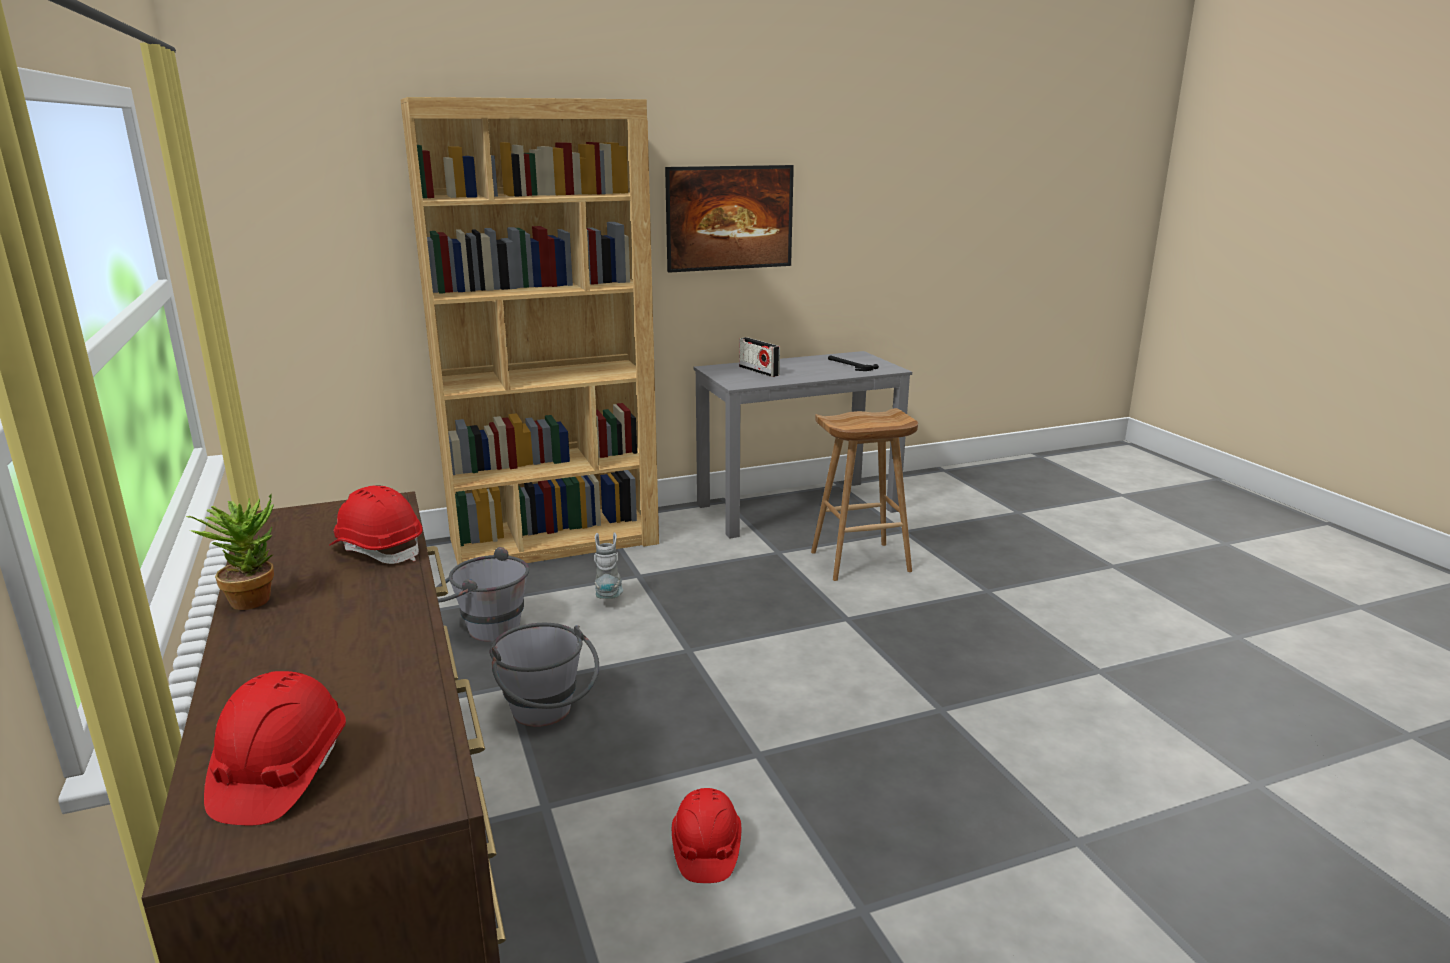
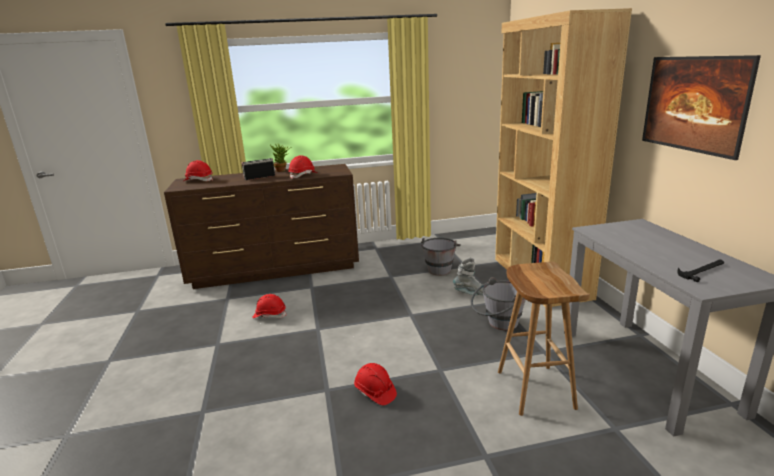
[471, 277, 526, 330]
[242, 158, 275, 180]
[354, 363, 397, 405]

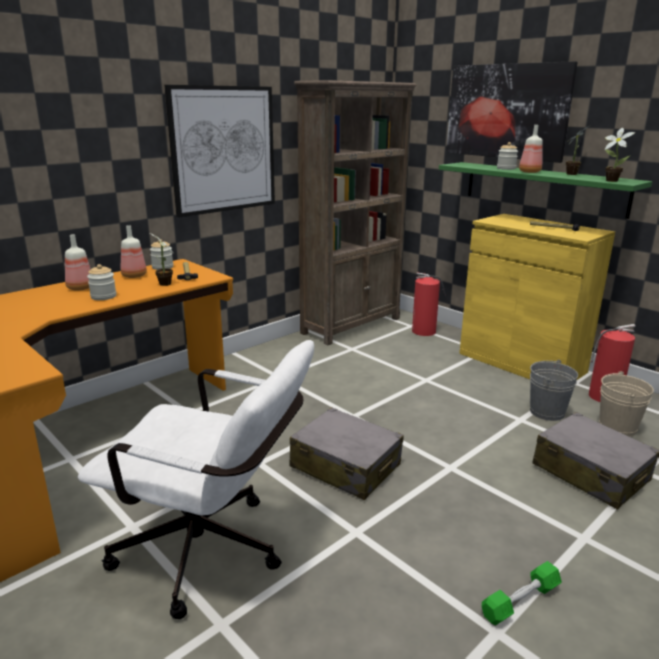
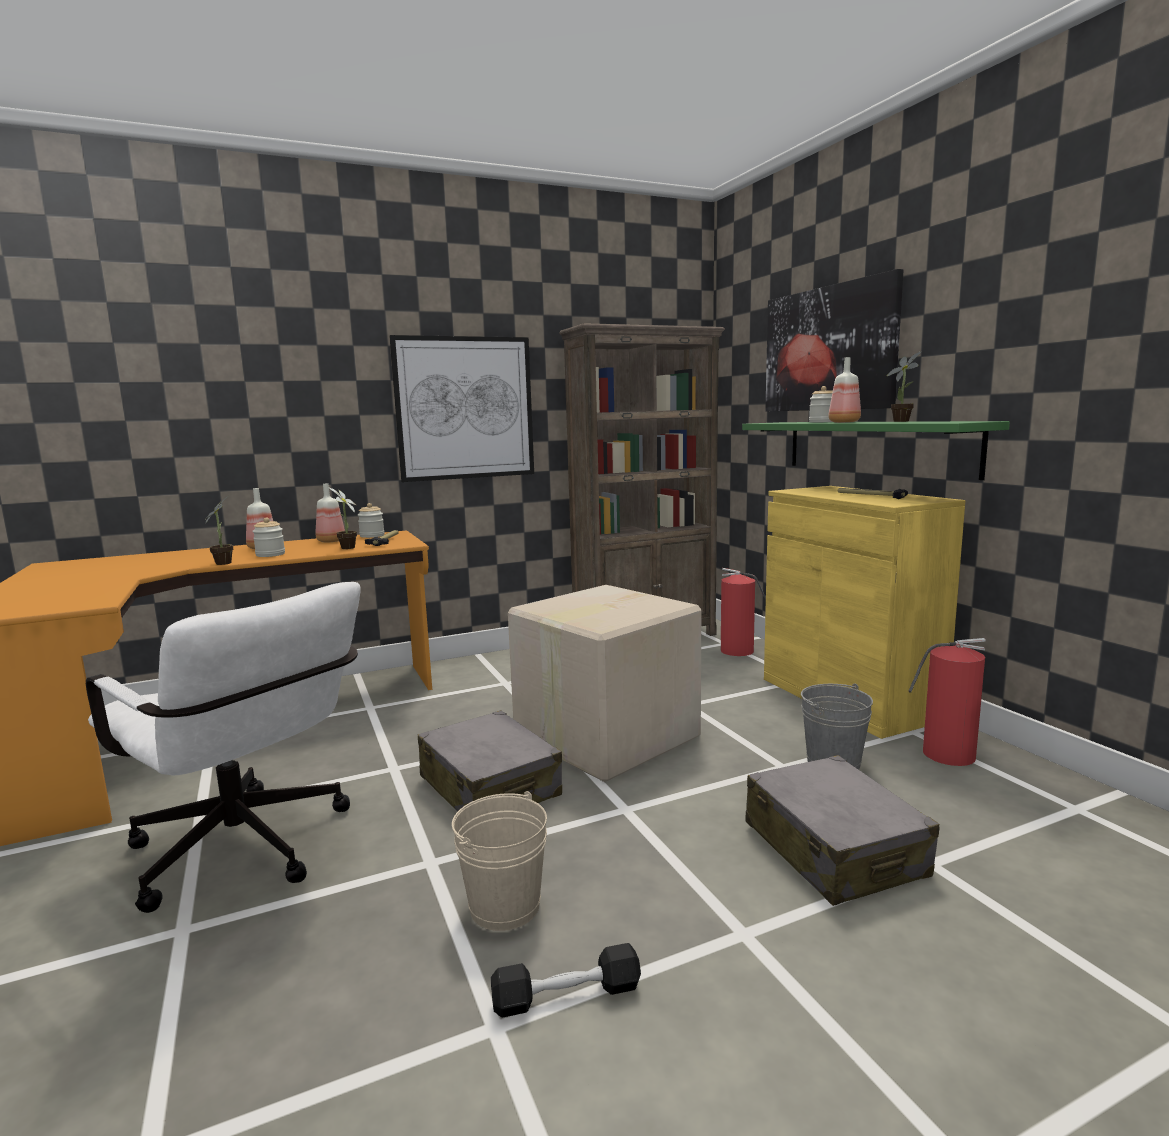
[491, 943, 641, 1018]
[452, 791, 547, 931]
[204, 495, 234, 565]
[508, 585, 701, 782]

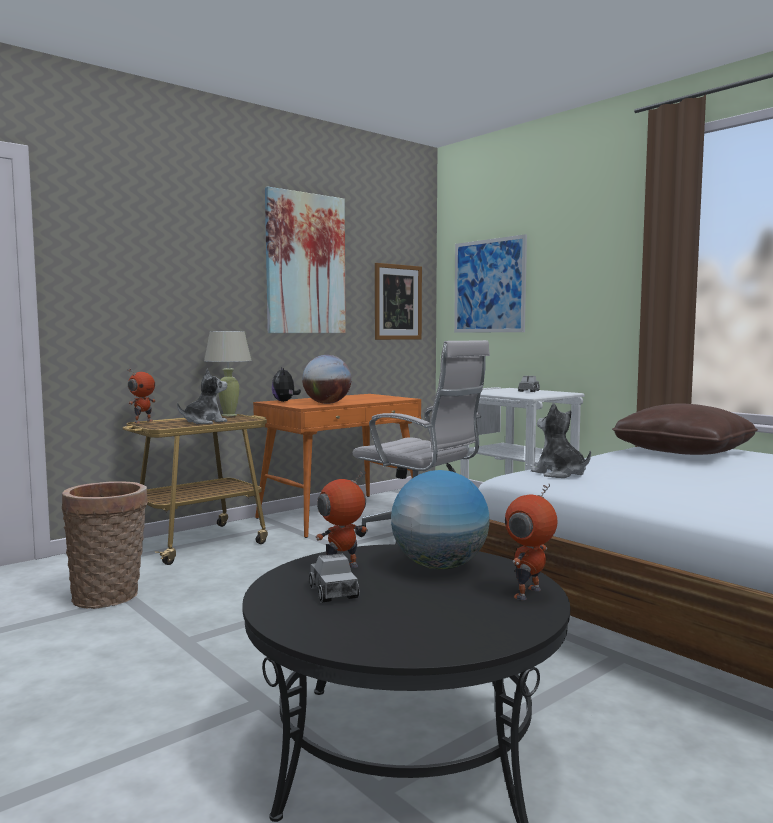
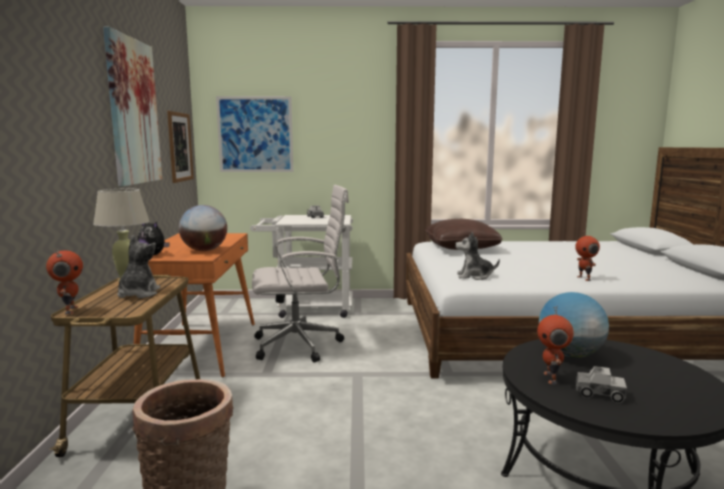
[575, 231, 600, 281]

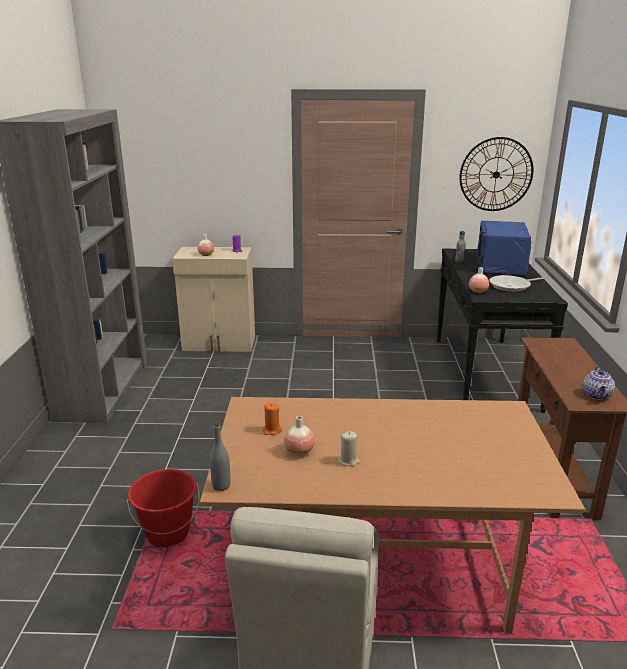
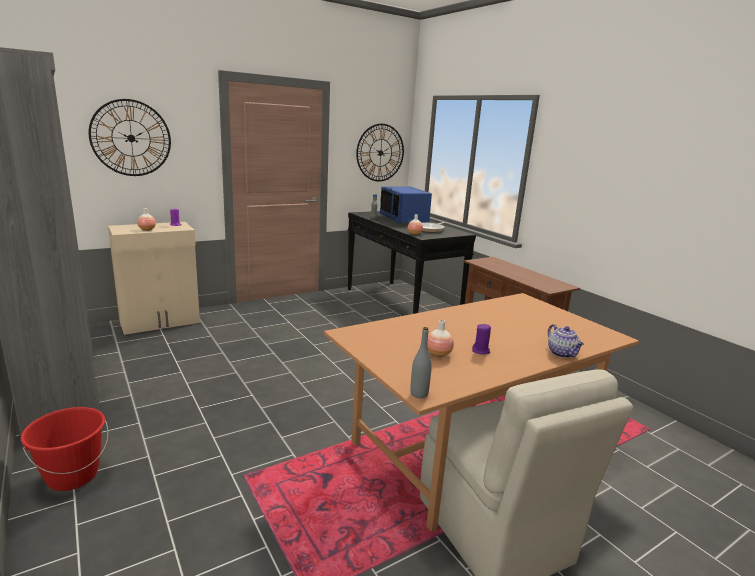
[21, 407, 108, 491]
[263, 402, 282, 435] (first image)
[472, 324, 491, 354]
[548, 324, 584, 358]
[89, 99, 171, 176]

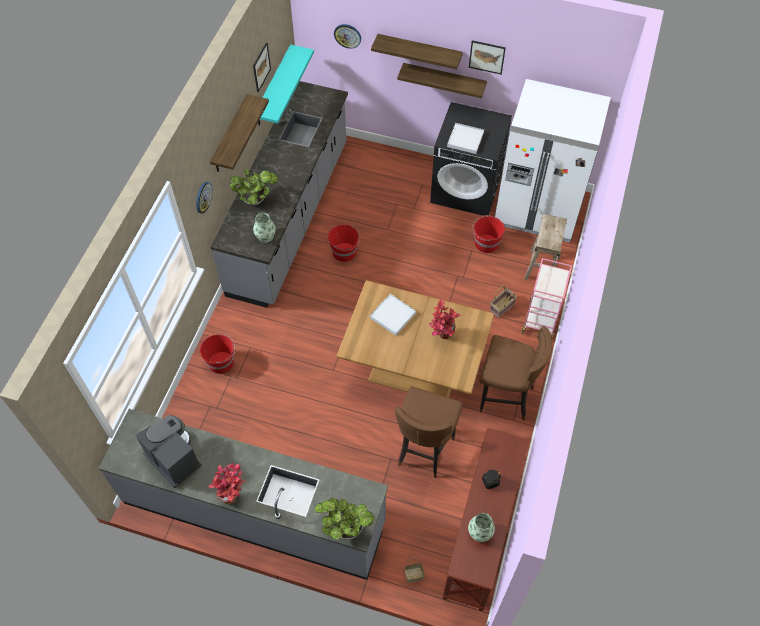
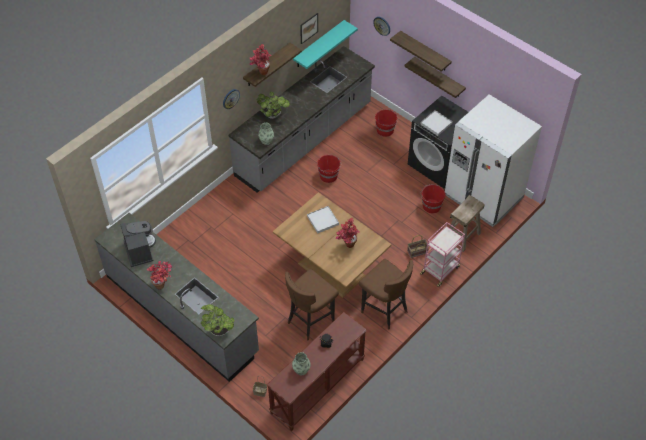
[375, 109, 398, 137]
[469, 40, 506, 74] (first image)
[249, 44, 272, 75]

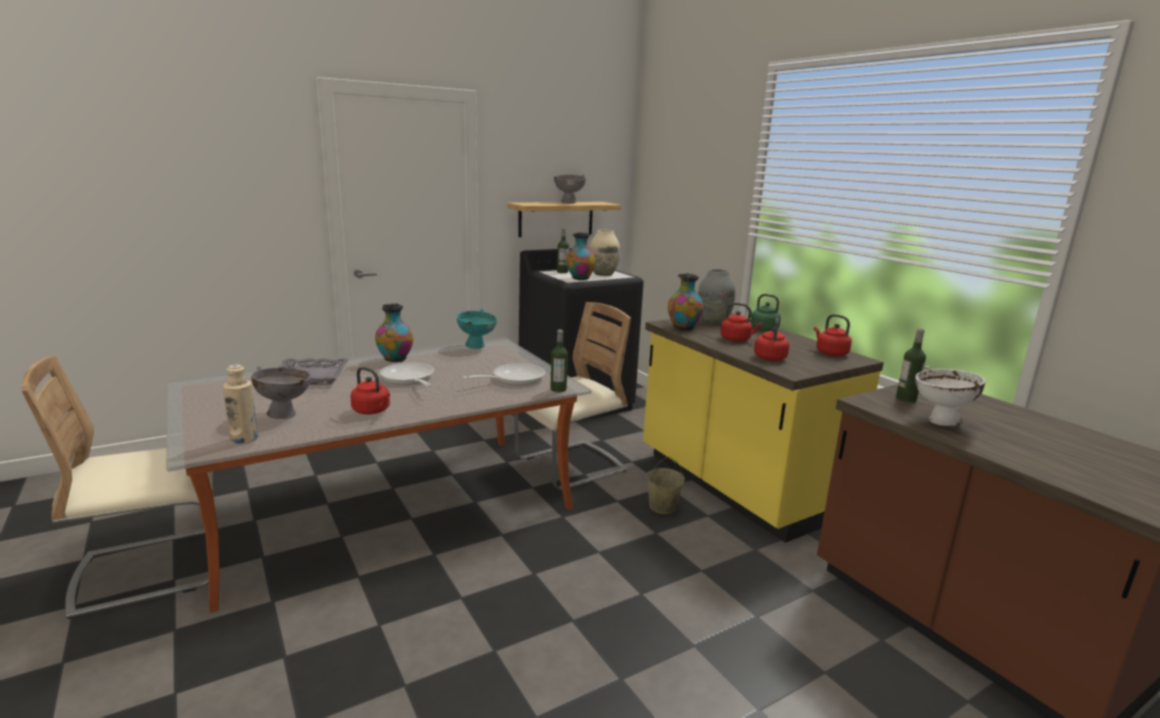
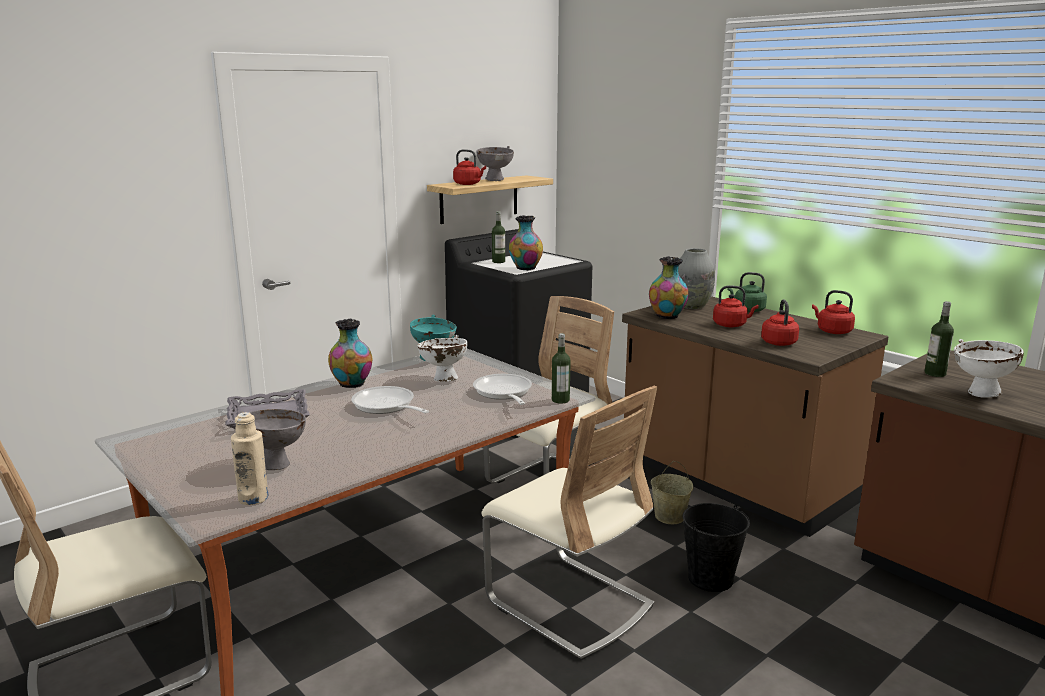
[453, 149, 486, 185]
[473, 374, 532, 405]
[590, 230, 620, 276] (first image)
[622, 296, 889, 537]
[417, 335, 467, 382]
[481, 386, 657, 660]
[683, 503, 750, 592]

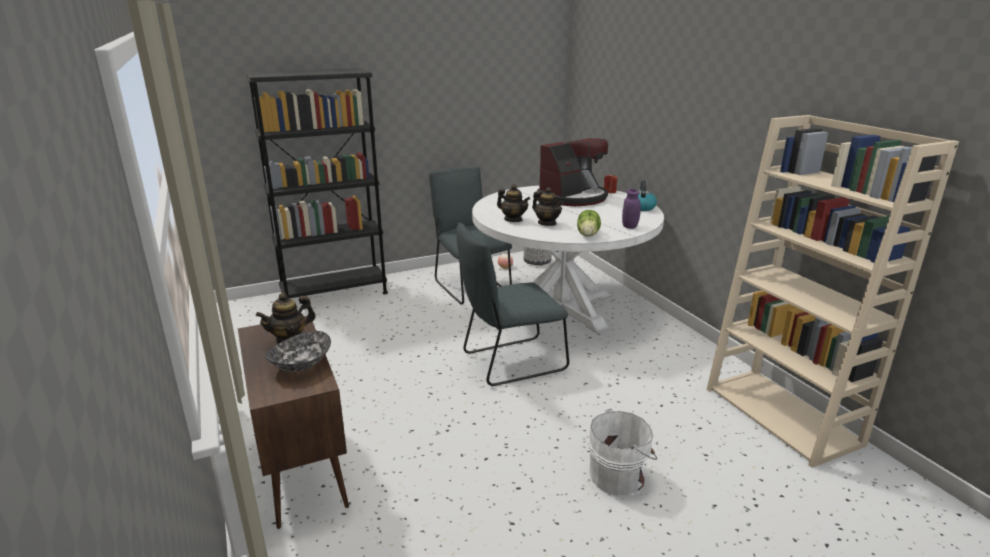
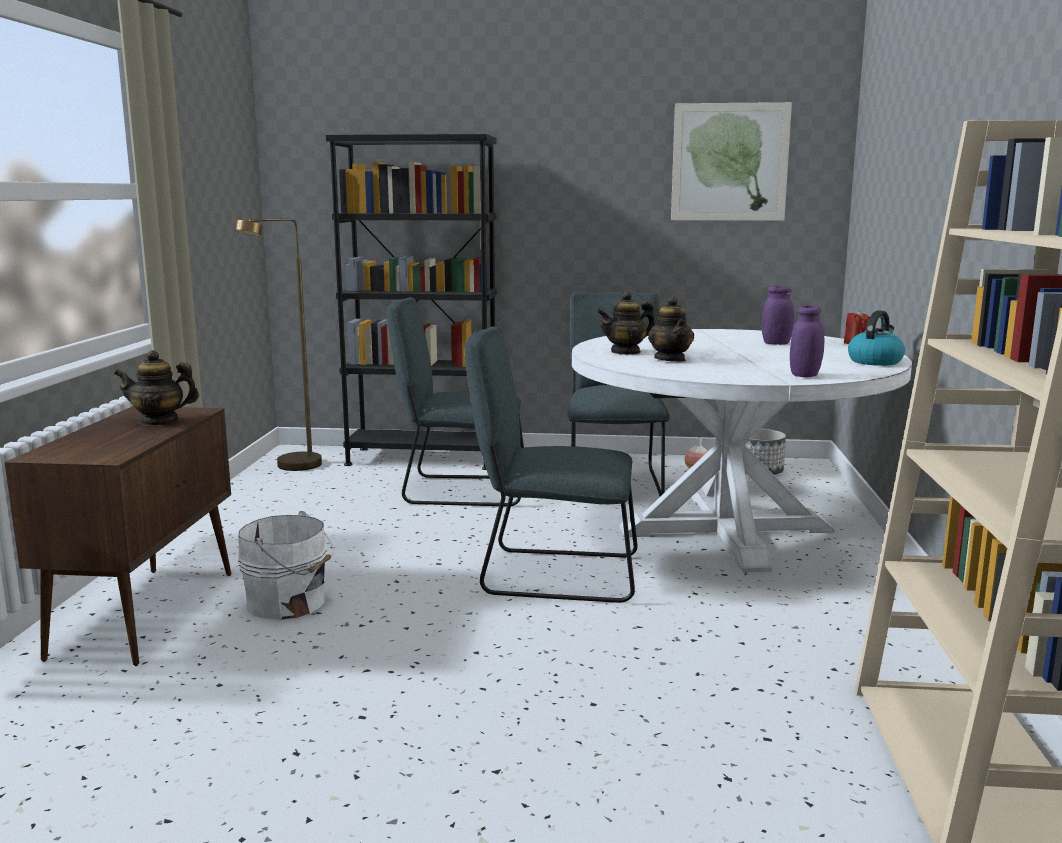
[265, 331, 331, 372] (first image)
[597, 292, 655, 355]
[762, 286, 794, 345]
[577, 210, 601, 237] (first image)
[238, 511, 335, 619]
[235, 218, 322, 471]
[387, 297, 524, 506]
[671, 102, 792, 221]

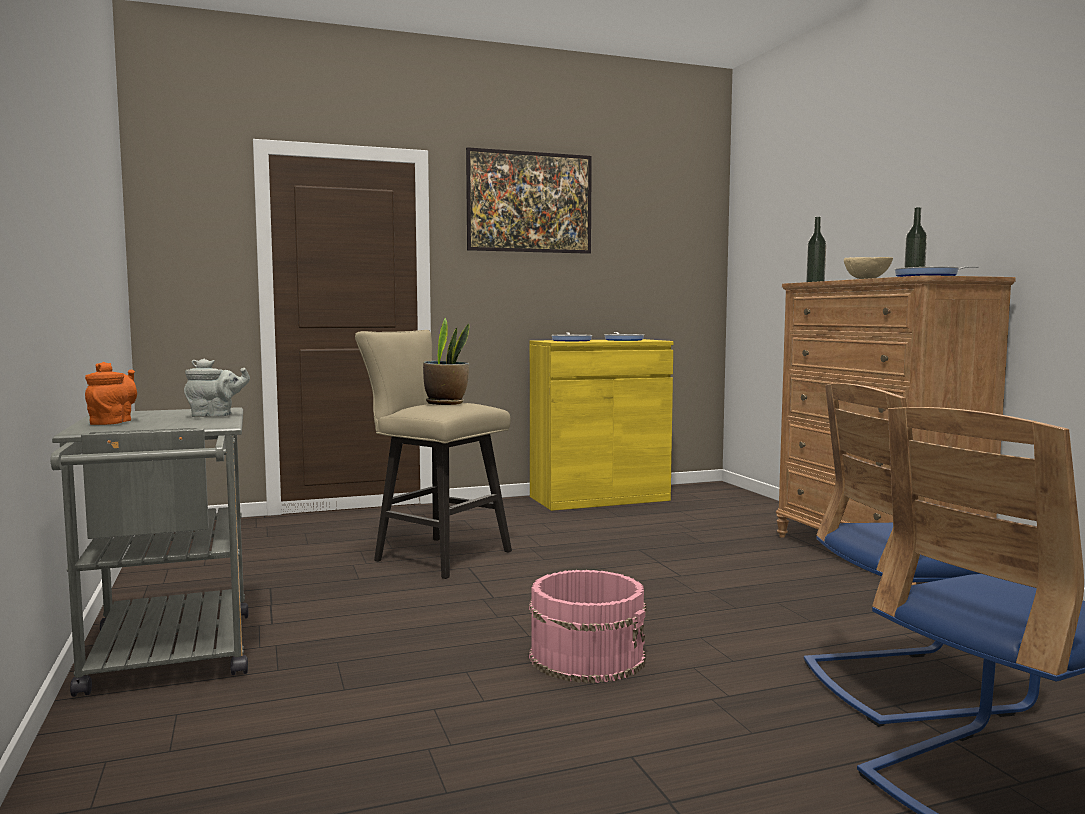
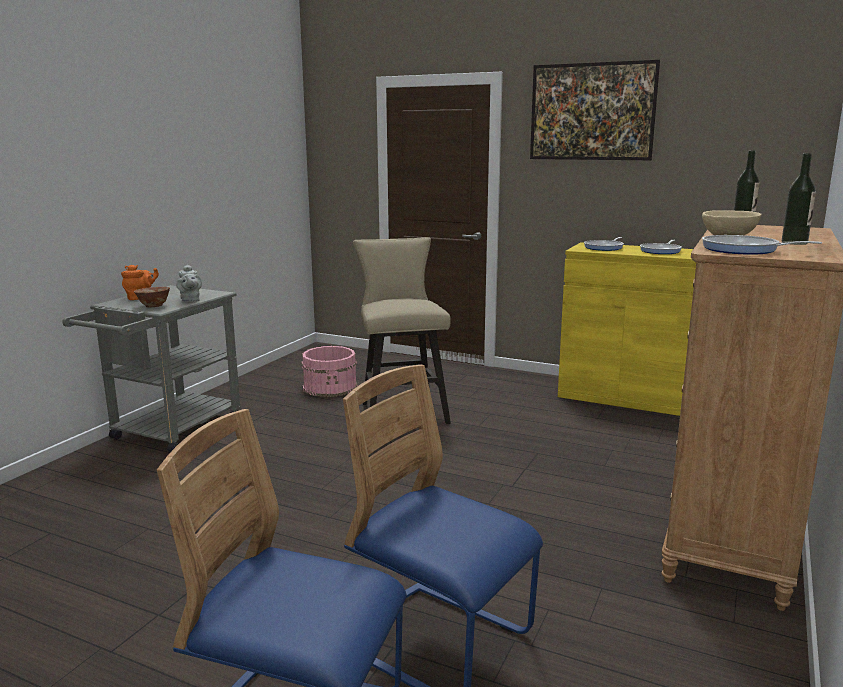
[176, 265, 202, 302]
[423, 318, 469, 405] (first image)
[301, 346, 358, 397]
[134, 287, 170, 307]

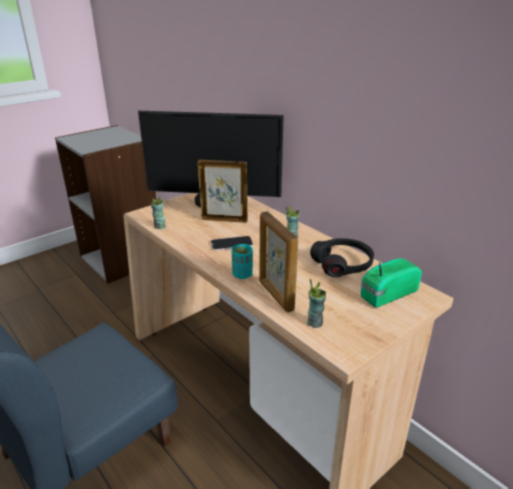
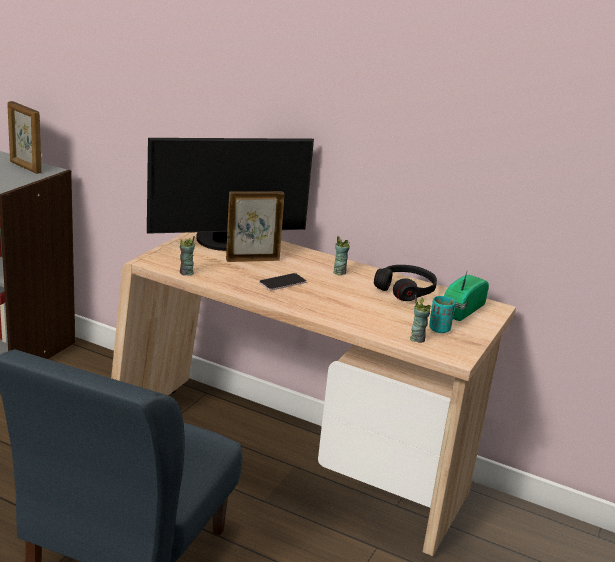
[429, 296, 456, 333]
[7, 101, 42, 174]

